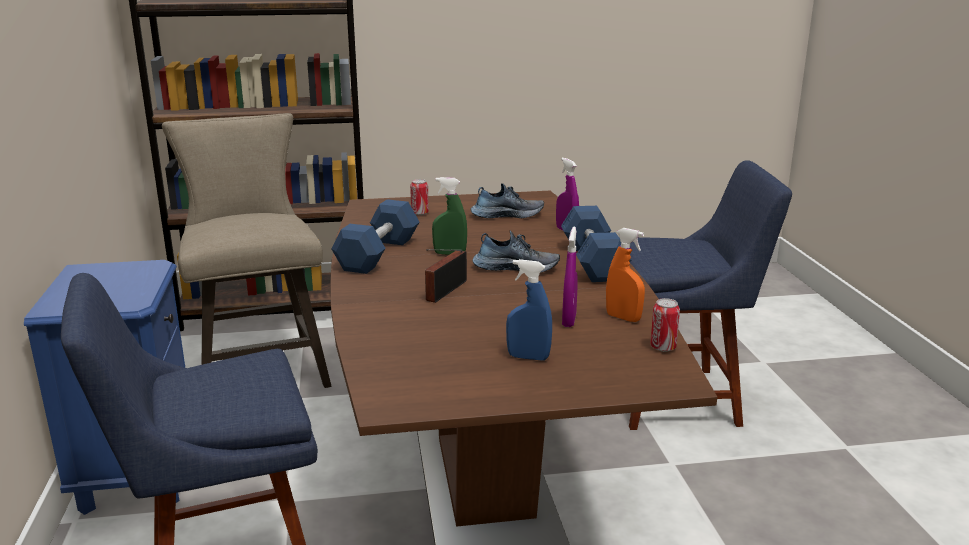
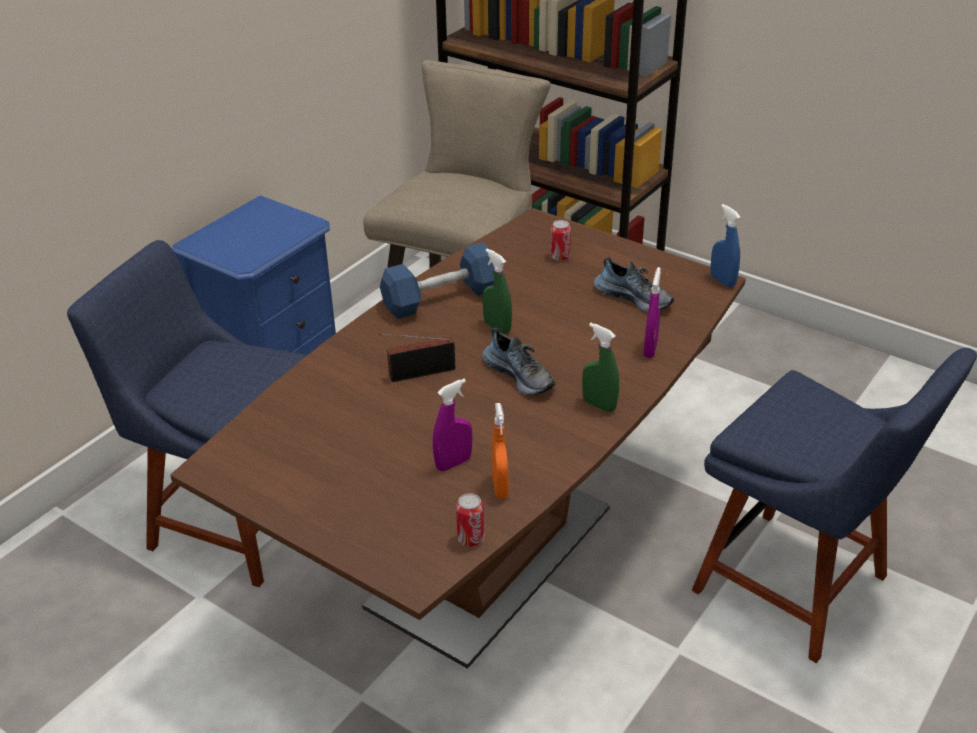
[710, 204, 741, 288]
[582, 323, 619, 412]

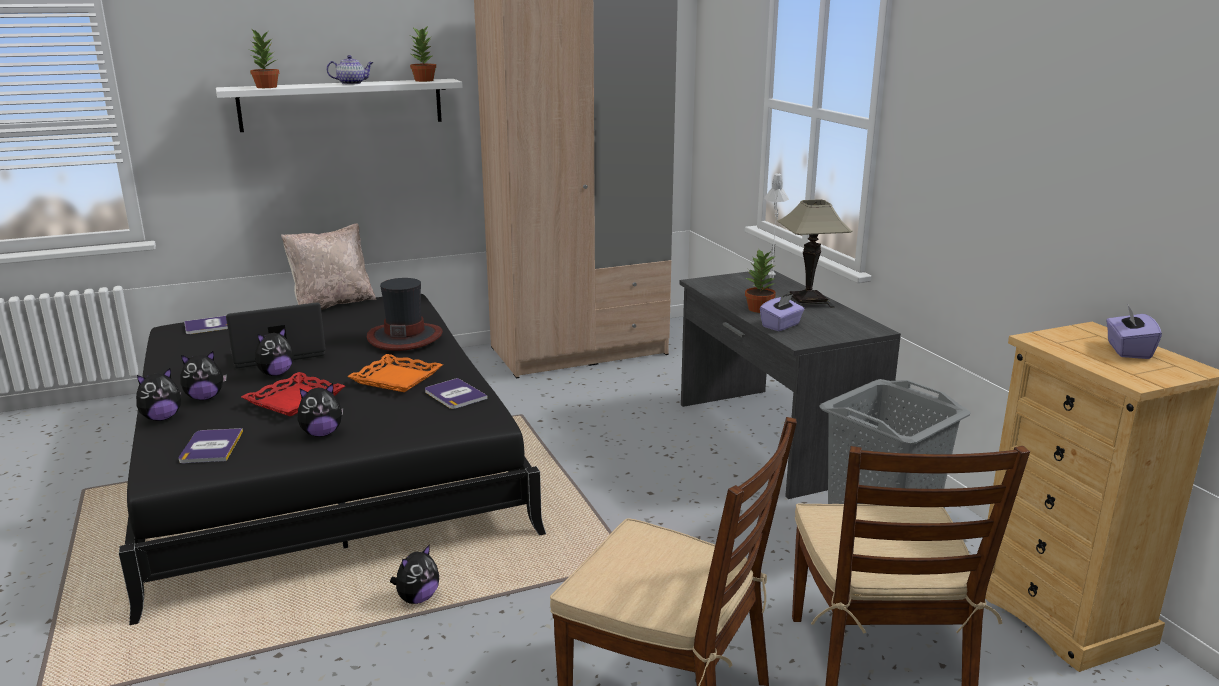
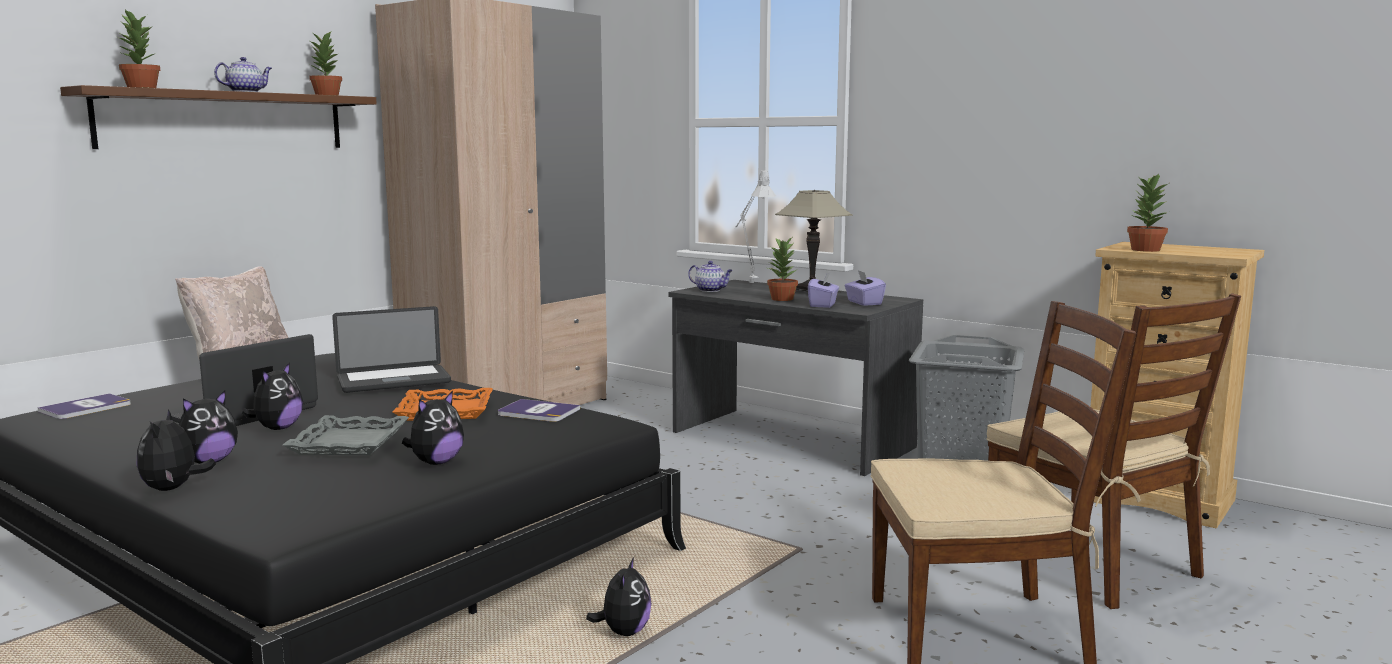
[137, 409, 216, 491]
[179, 428, 243, 463] (first image)
[60, 85, 377, 149]
[282, 415, 409, 455]
[332, 306, 451, 393]
[845, 270, 886, 306]
[688, 261, 733, 292]
[1127, 174, 1169, 252]

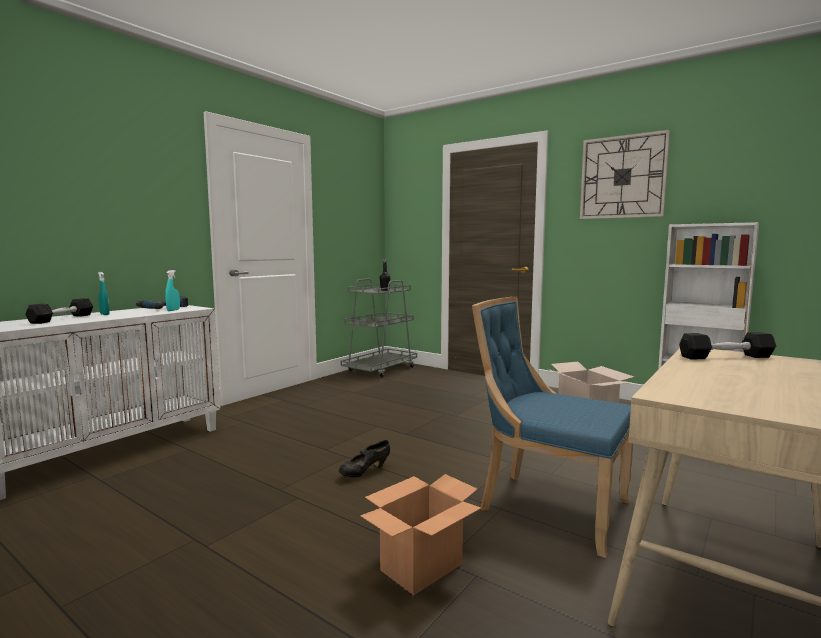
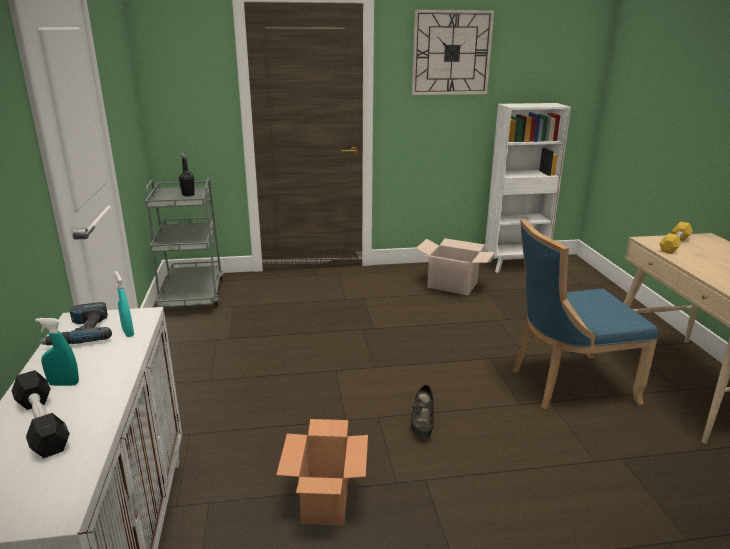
[276, 419, 368, 525]
[659, 222, 693, 254]

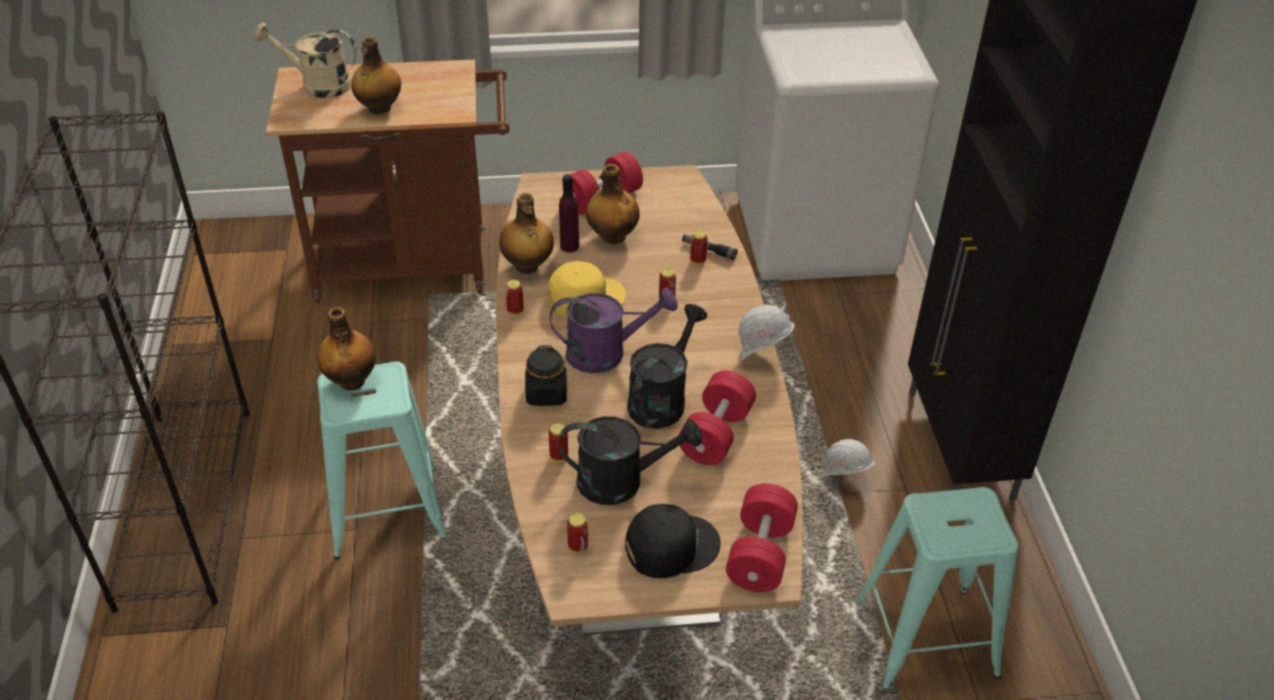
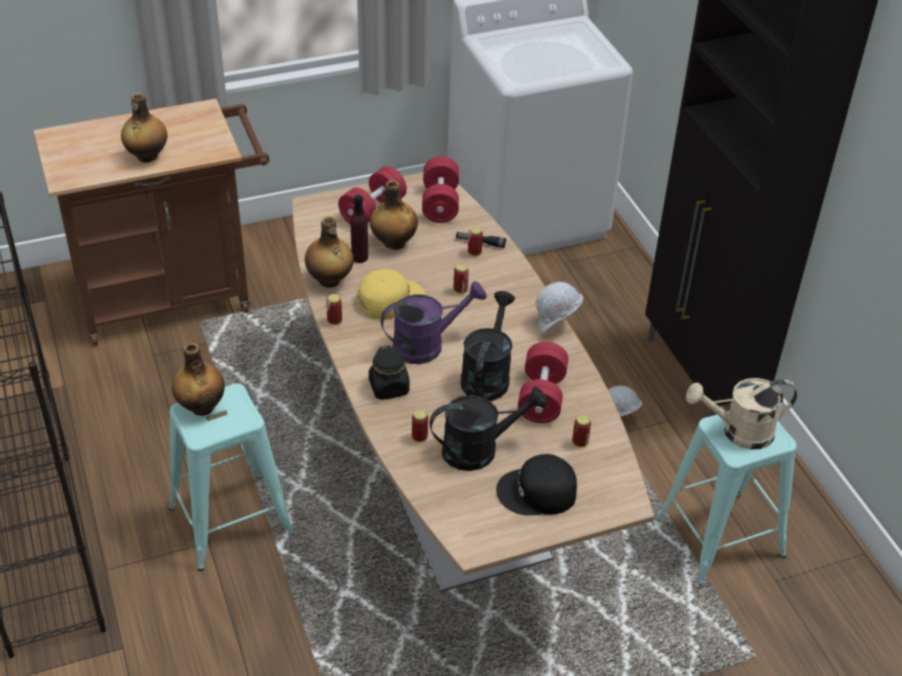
[686, 378, 797, 450]
[572, 415, 591, 448]
[496, 454, 577, 515]
[422, 156, 459, 223]

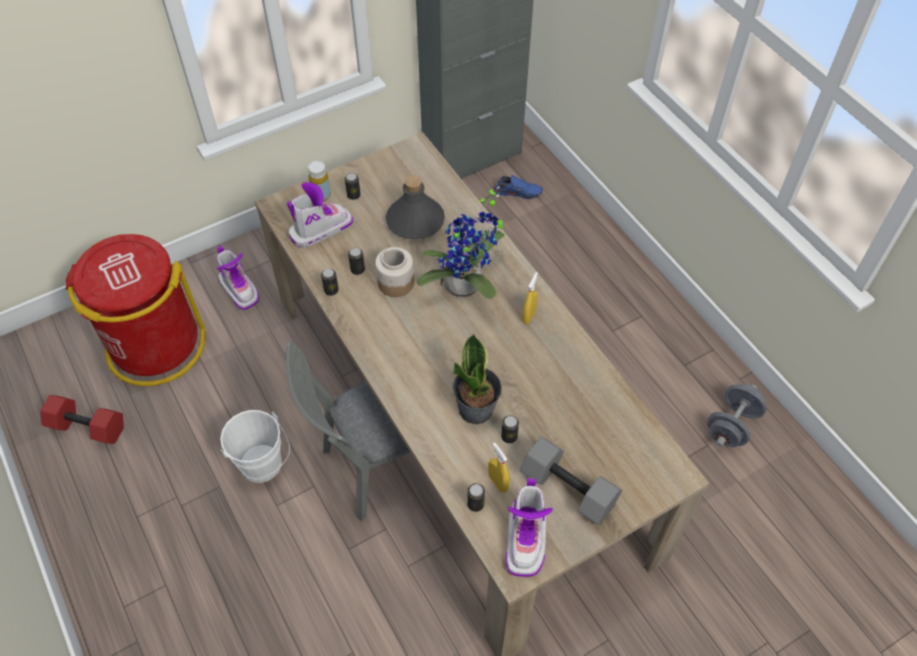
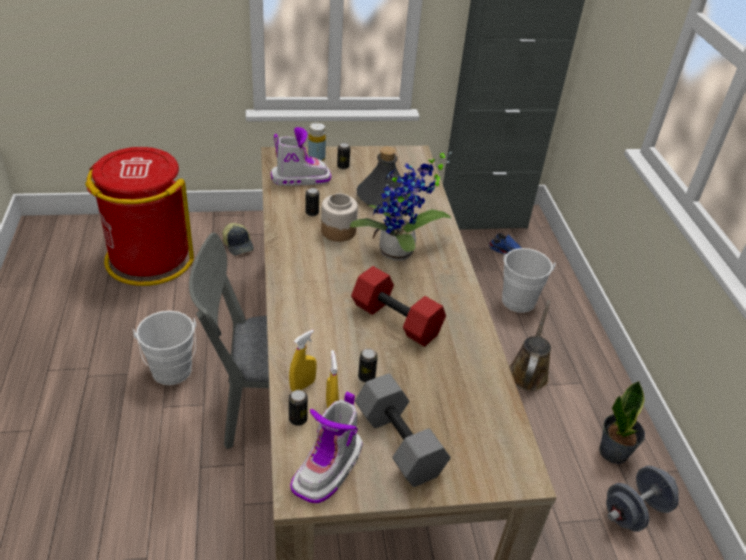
[351, 266, 446, 347]
[222, 223, 254, 255]
[321, 268, 339, 296] (first image)
[599, 381, 645, 464]
[289, 329, 316, 392]
[502, 248, 555, 313]
[509, 300, 551, 391]

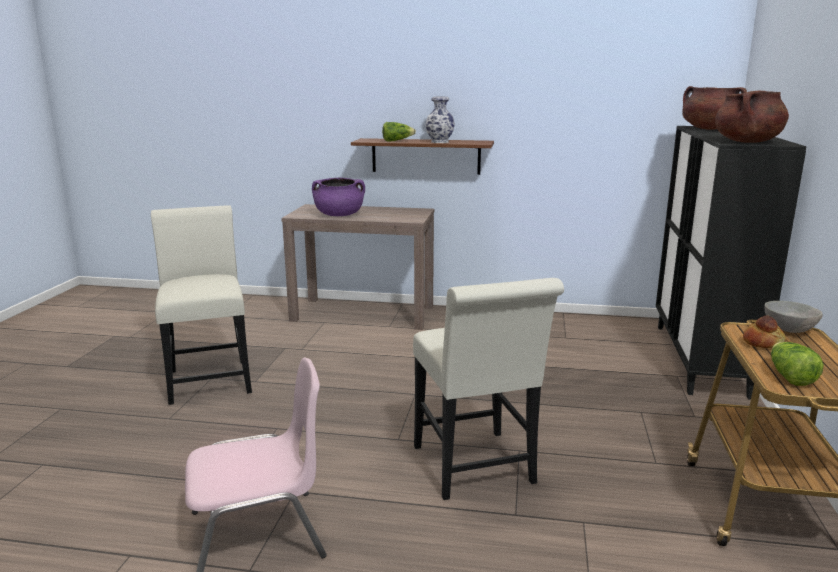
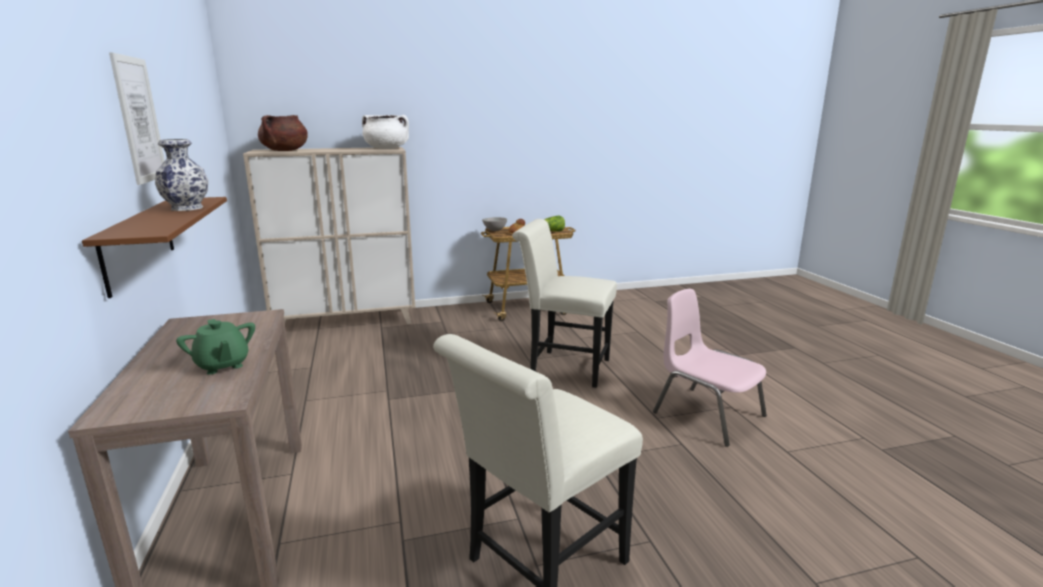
[176, 319, 255, 375]
[382, 122, 416, 141] (first image)
[512, 219, 617, 388]
[243, 147, 415, 324]
[362, 115, 409, 149]
[109, 52, 165, 185]

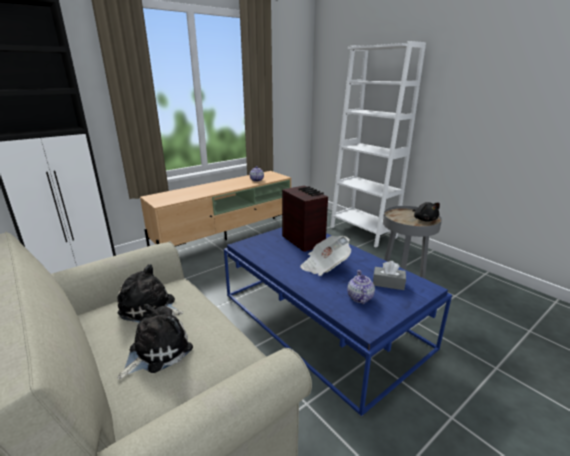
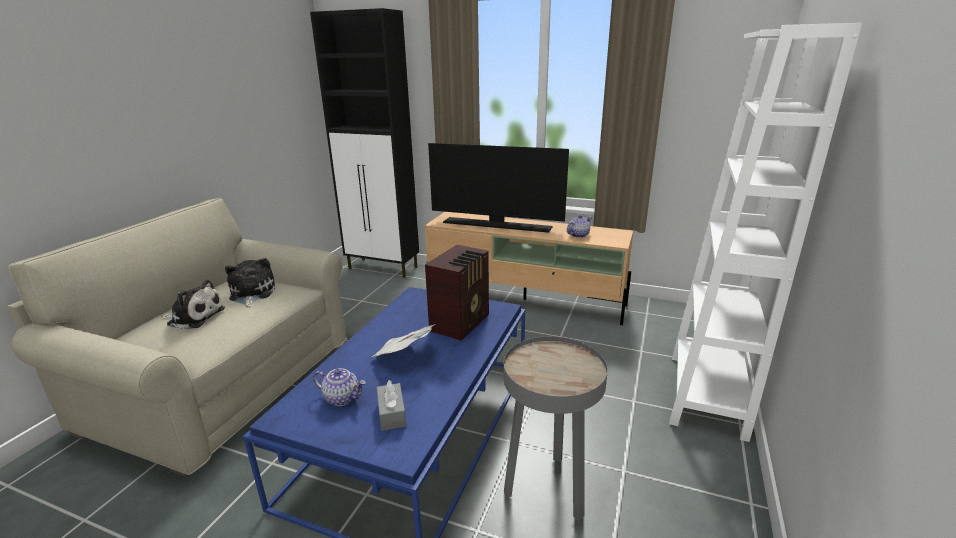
[313, 368, 366, 406]
[412, 202, 440, 222] (first image)
[428, 143, 569, 233]

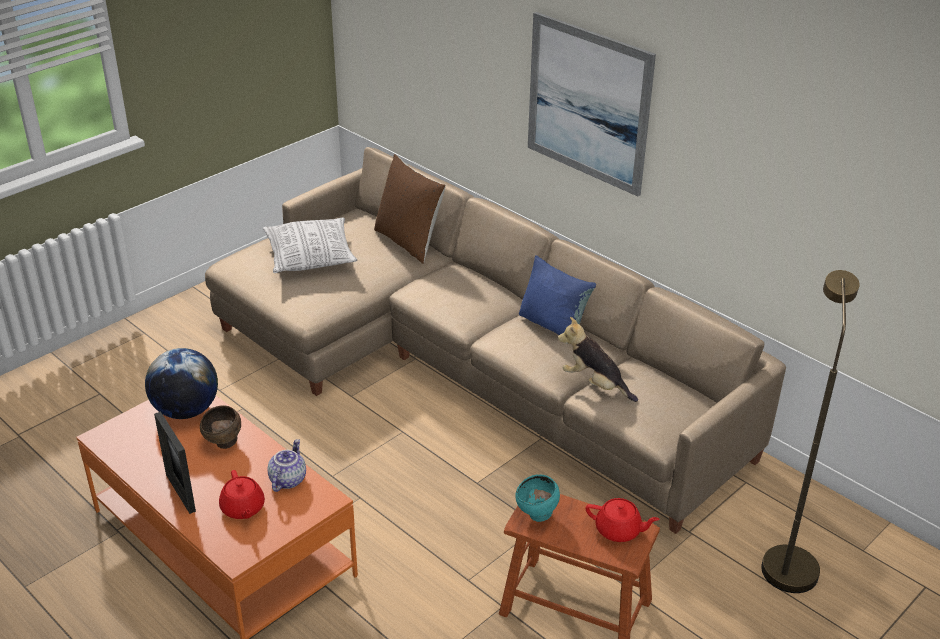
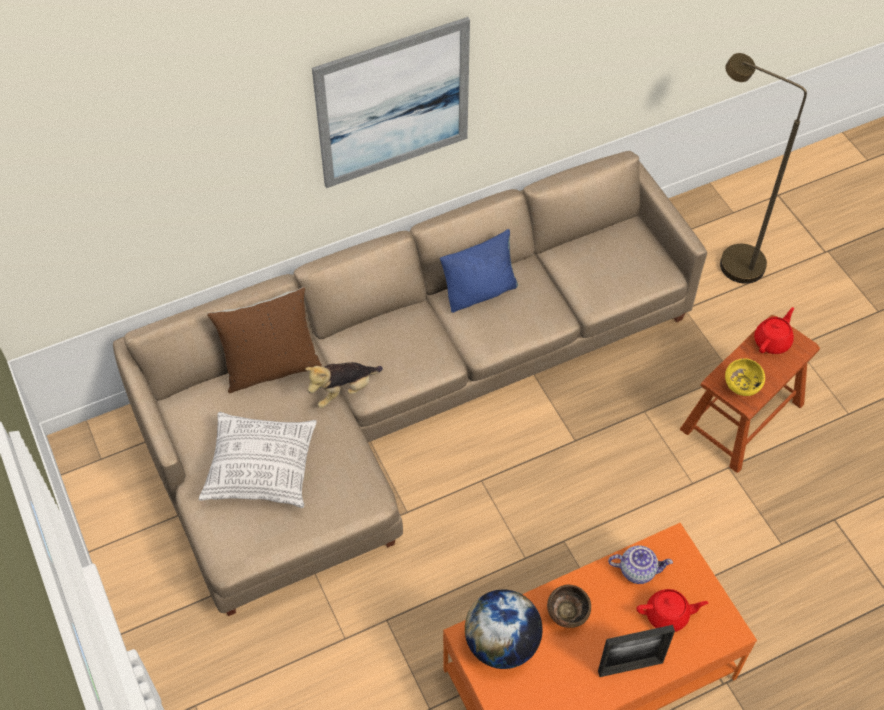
[608, 545, 673, 584]
[725, 358, 765, 396]
[305, 362, 383, 408]

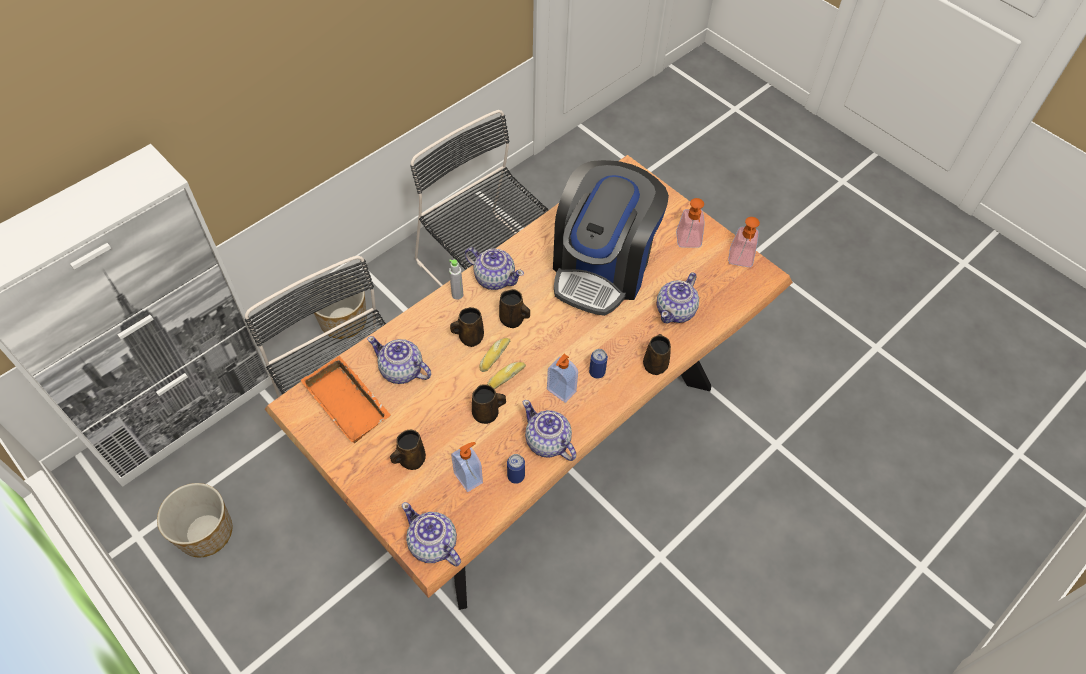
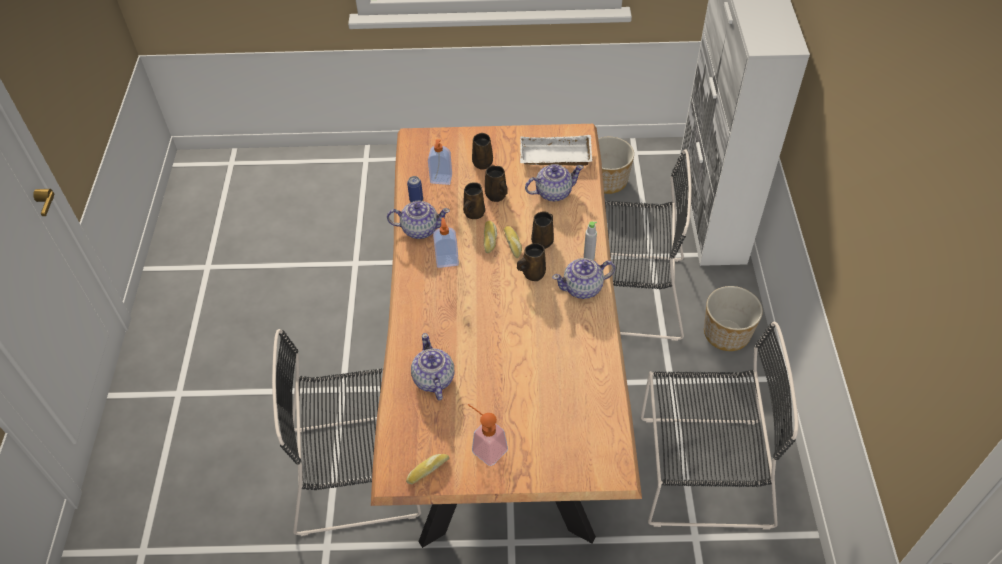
[520, 135, 592, 166]
[402, 502, 461, 567] (first image)
[553, 160, 669, 316] (first image)
[589, 349, 608, 378] (first image)
[485, 165, 508, 202]
[406, 454, 449, 484]
[272, 329, 421, 536]

